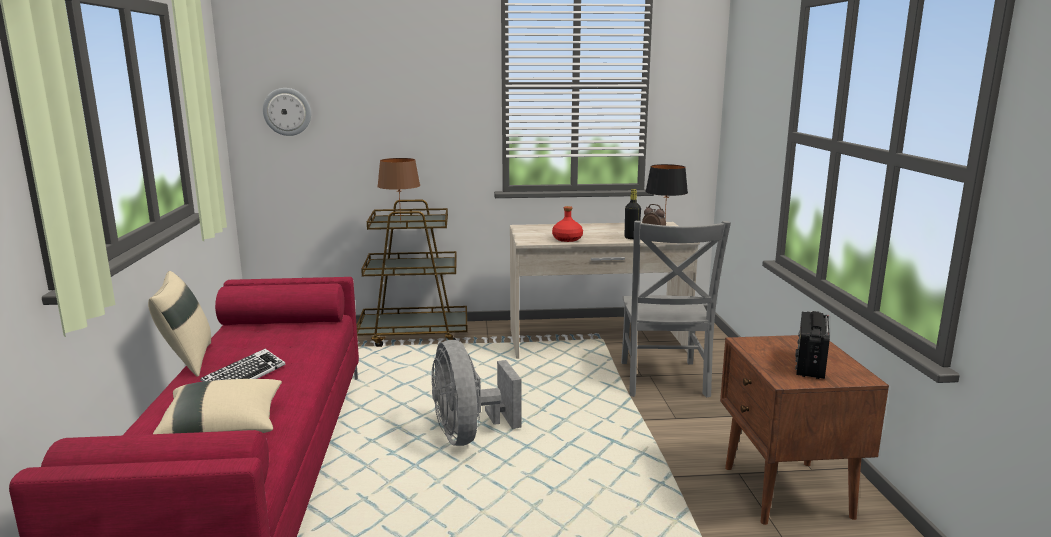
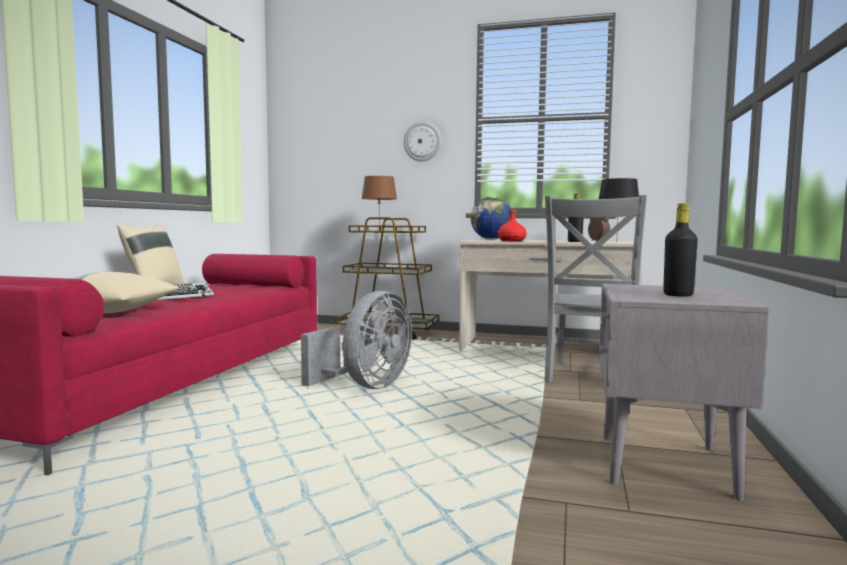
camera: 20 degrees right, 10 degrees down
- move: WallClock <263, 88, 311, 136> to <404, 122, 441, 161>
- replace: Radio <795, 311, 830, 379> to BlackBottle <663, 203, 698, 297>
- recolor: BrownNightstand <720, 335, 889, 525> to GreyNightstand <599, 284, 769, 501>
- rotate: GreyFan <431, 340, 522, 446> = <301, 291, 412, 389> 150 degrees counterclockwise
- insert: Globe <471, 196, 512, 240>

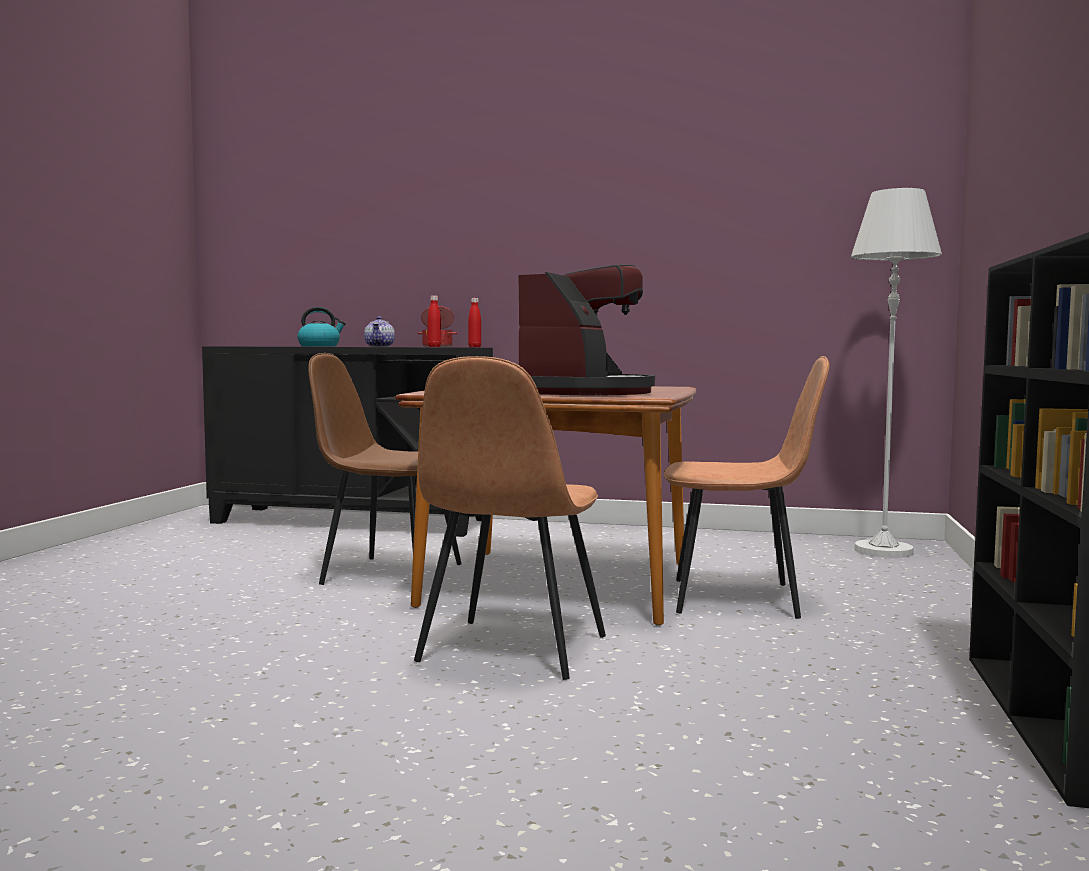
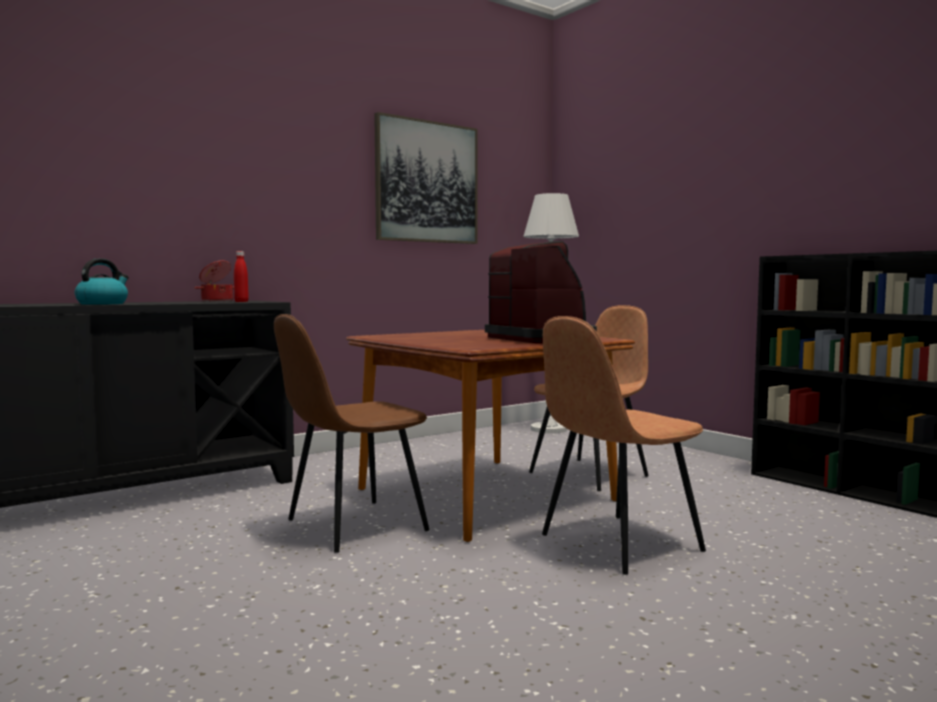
camera: 50 degrees left, 0 degrees up
- delete: RedBottle <468, 298, 481, 347>
- delete: Teapot <364, 316, 395, 347>
- rotate: BrownChair <414, 356, 606, 680> = <542, 316, 706, 575> 90 degrees clockwise
- insert: Picture <374, 112, 478, 244>

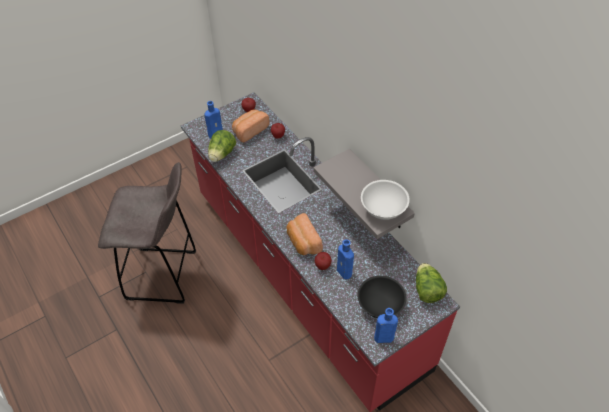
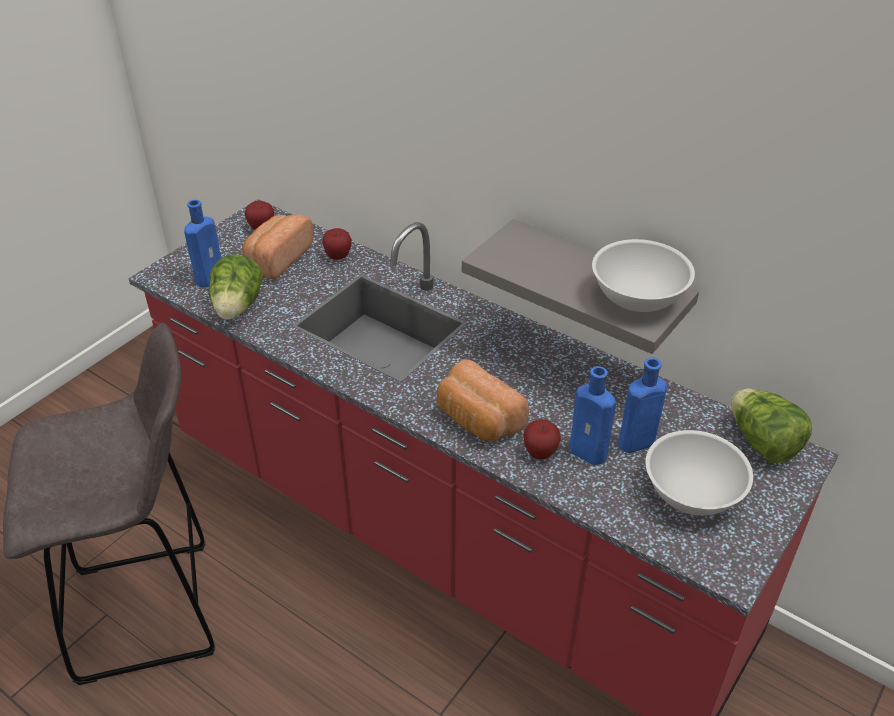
camera: 20 degrees left, 10 degrees down
- recolor: BlackBowl <357, 276, 407, 318> to WhiteBowl <646, 430, 753, 516>
- move: BlueBottle <374, 308, 398, 343> to <618, 357, 667, 453>

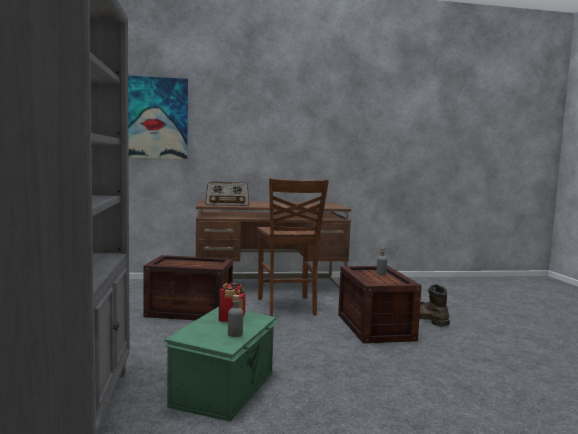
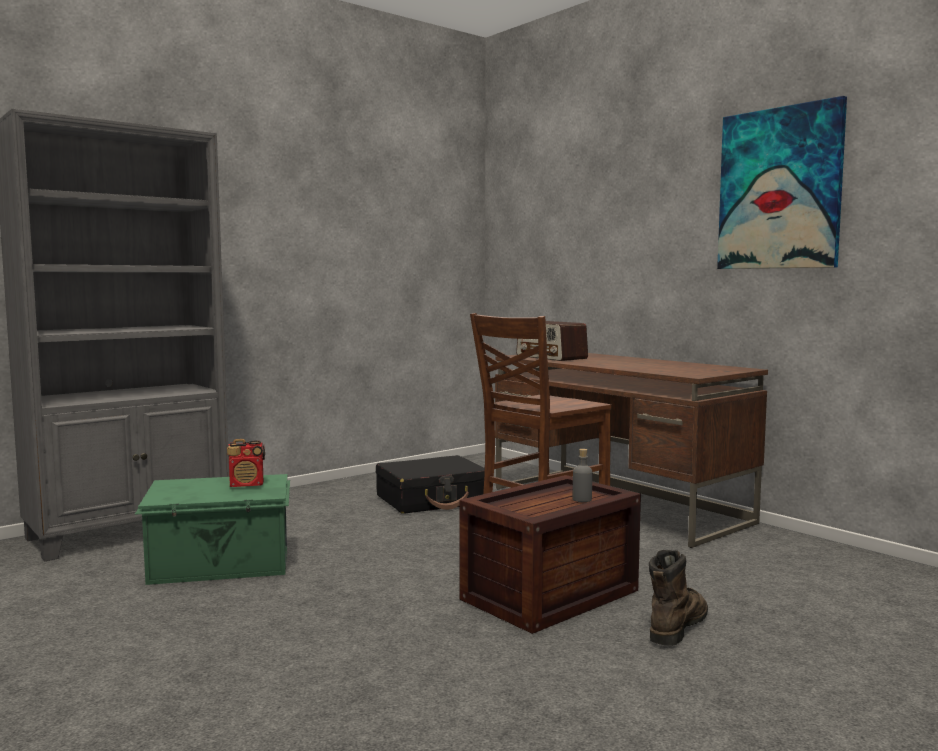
camera: 60 degrees right, 0 degrees up
- move: Picture <128, 75, 188, 160> to <717, 96, 847, 269>
- replace: Crate <143, 255, 233, 320> to BlackSuitcase <376, 455, 485, 514>
- delete: GreyBottle <228, 295, 243, 337>

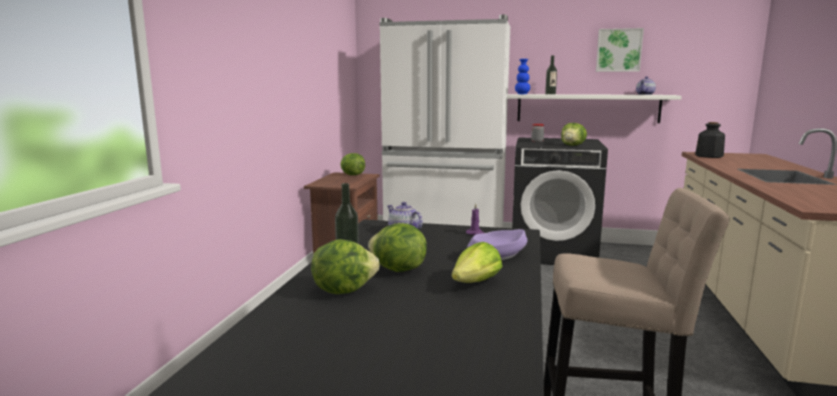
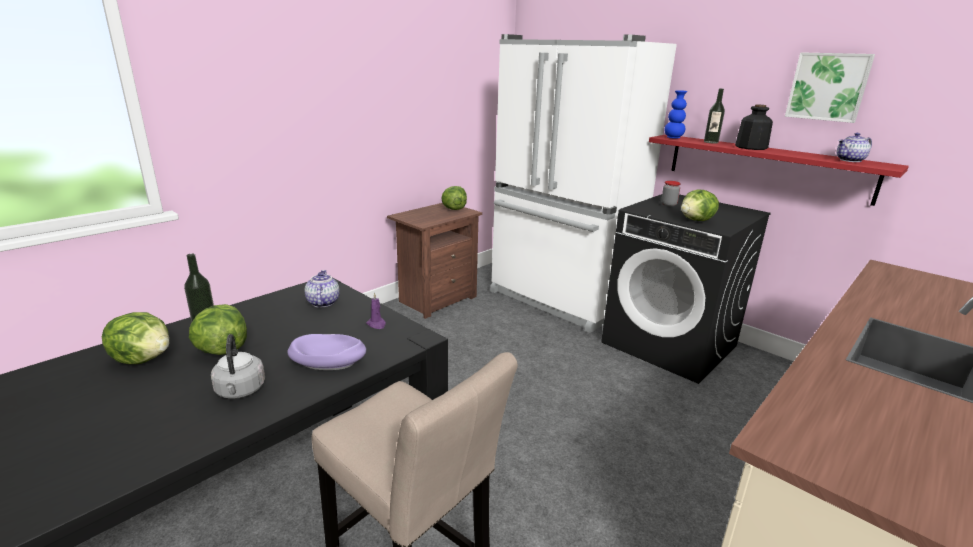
camera: 30 degrees right, 10 degrees up
- recolor: WhiteShelf <507, 94, 682, 123> to RedShelf <649, 134, 909, 206>
- move: Bottle <695, 122, 725, 158> to <735, 104, 773, 150>
- replace: Lettuce <452, 242, 503, 283> to GreyKettle <211, 334, 265, 399>

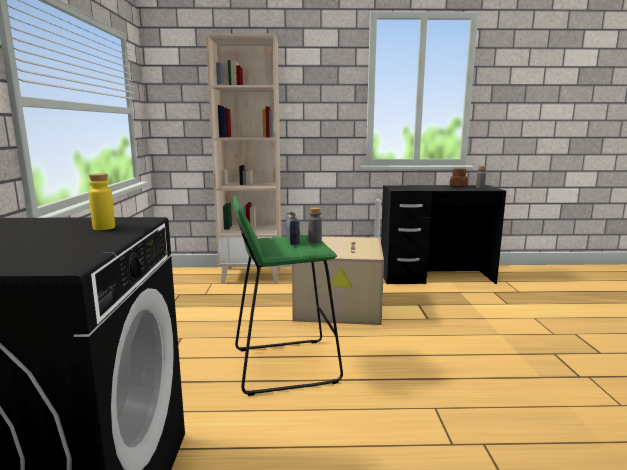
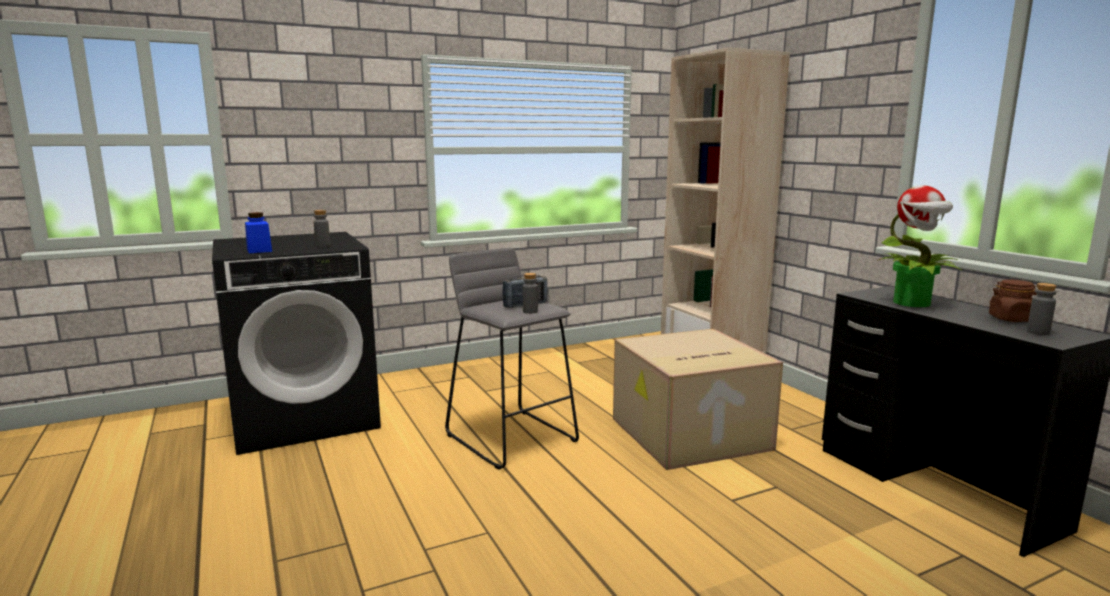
camera: 65 degrees right, 0 degrees up
- recolor: YellowBottle <88, 173, 115, 230> to GreyBottle <314, 210, 330, 247>
- recolor: GreenStool <233, 196, 343, 396> to GreyStool <445, 248, 579, 470>
- insert: PottedPlant <877, 185, 962, 307>
- insert: BlueJar <245, 212, 272, 253>

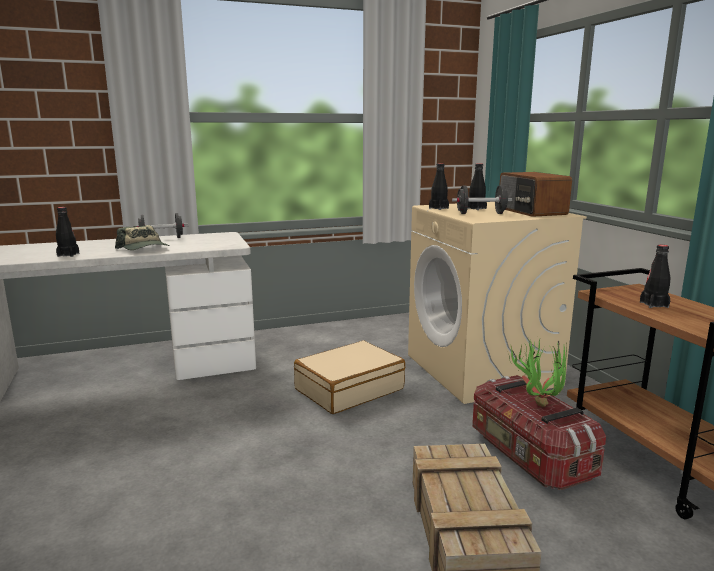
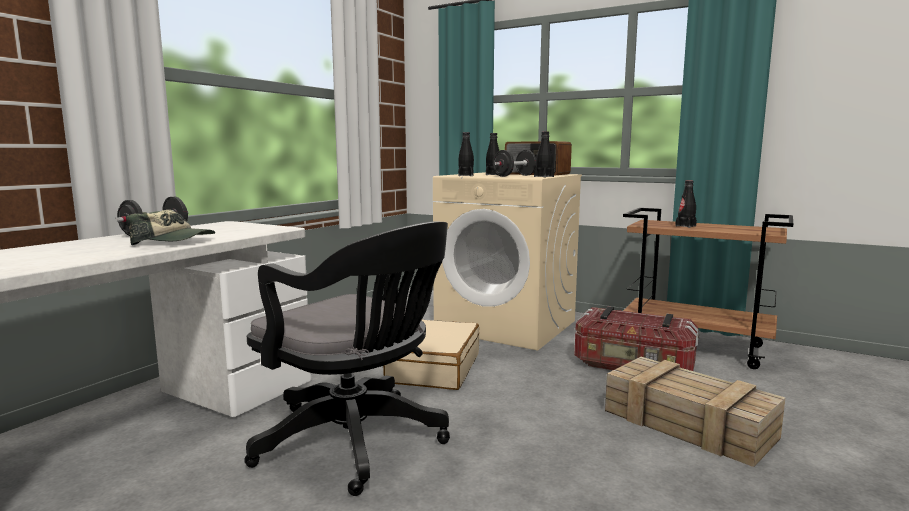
camera: 40 degrees left, 5 degrees down
- move: BlackBottle <56, 207, 79, 257> to <534, 131, 554, 177>
- delete: PottedPlant <509, 338, 567, 407>
- insert: BlackOfficeChair <244, 221, 450, 496>

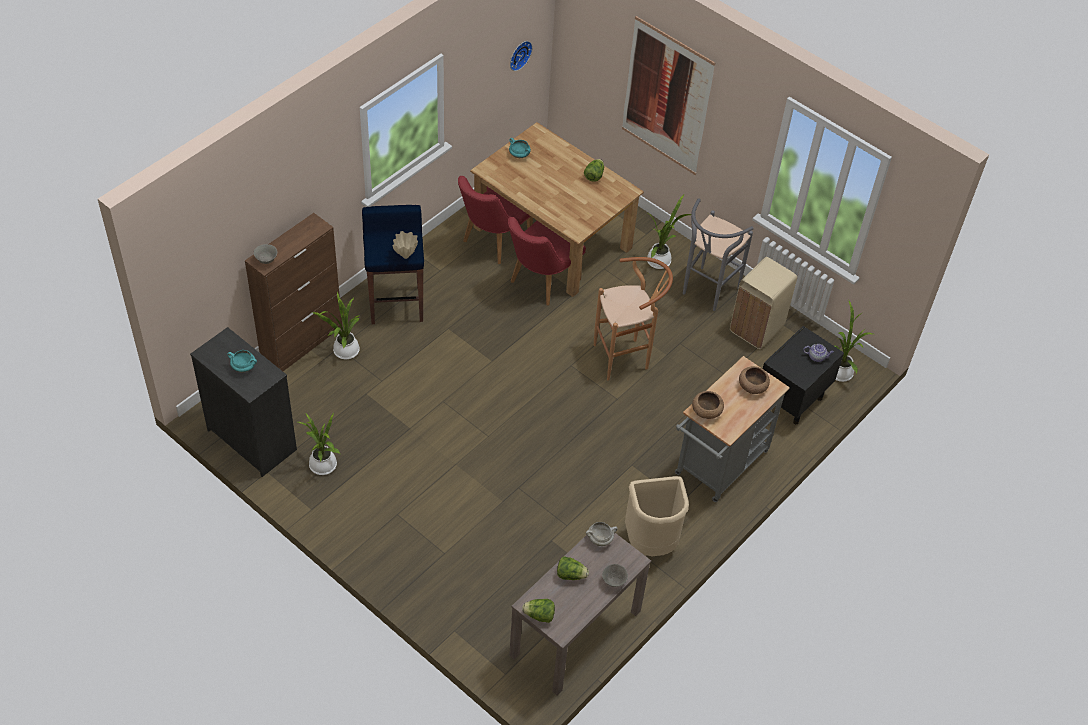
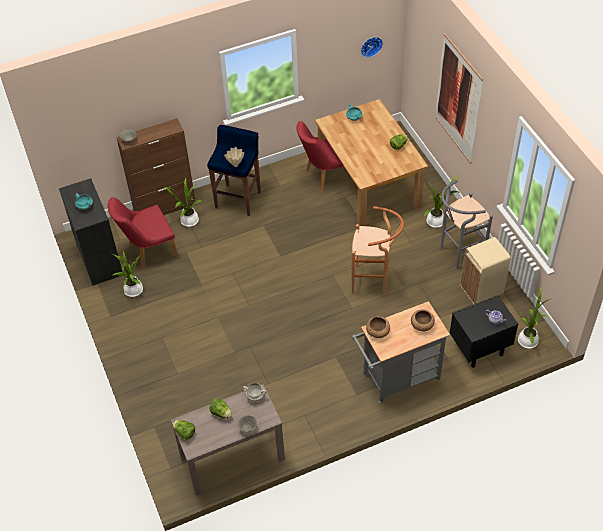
camera: 30 degrees right, 0 degrees up
- move: RedChair <508, 217, 586, 306> to <107, 197, 178, 270>
- delete: BeigeTrashCan <625, 476, 689, 556>

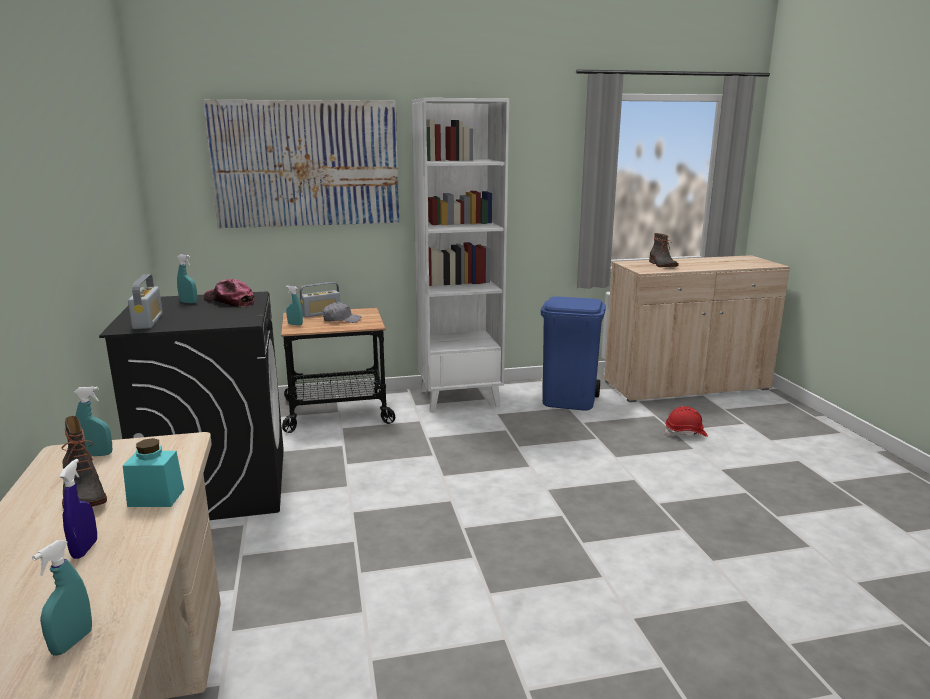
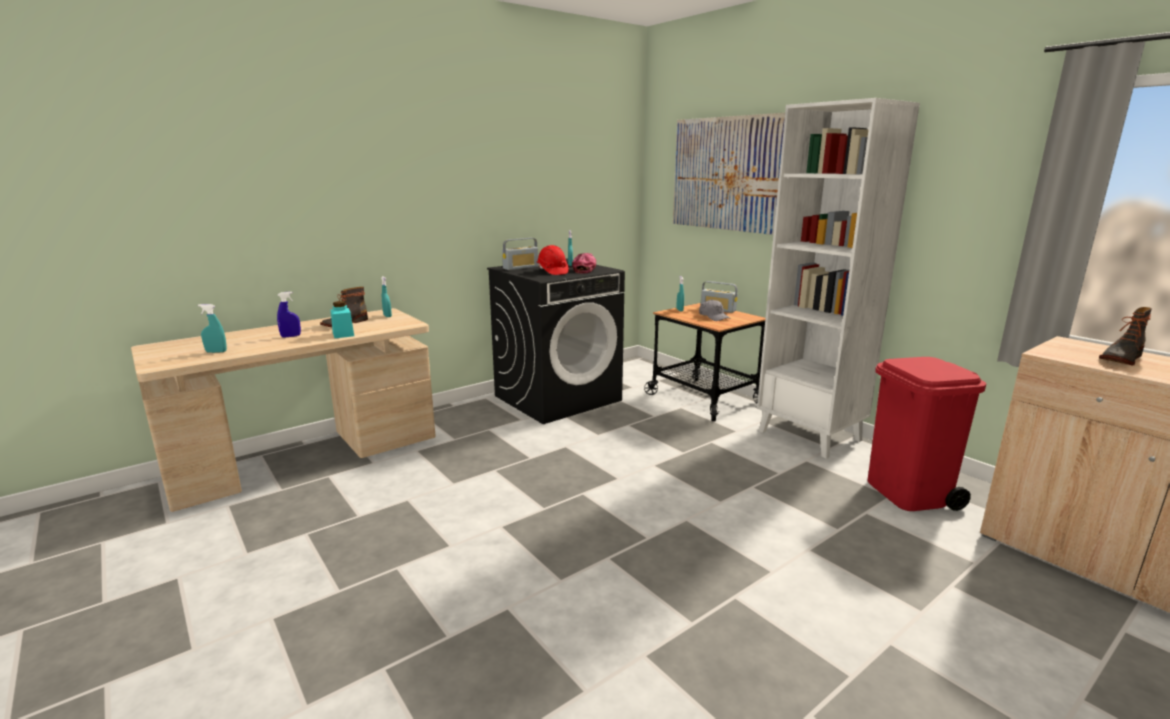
camera: 65 degrees right, 0 degrees up
- recolor: BlueTrashCan <541, 297, 606, 410> to RedTrashCan <868, 357, 986, 511>
- move: RedHardHat <665, 406, 708, 437> to <537, 245, 569, 275>

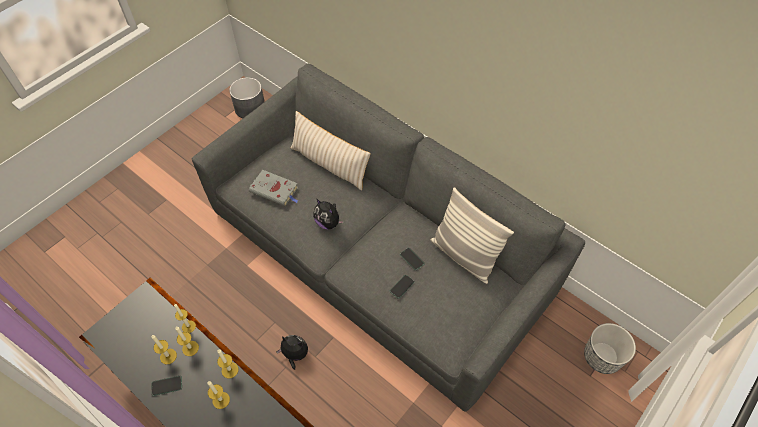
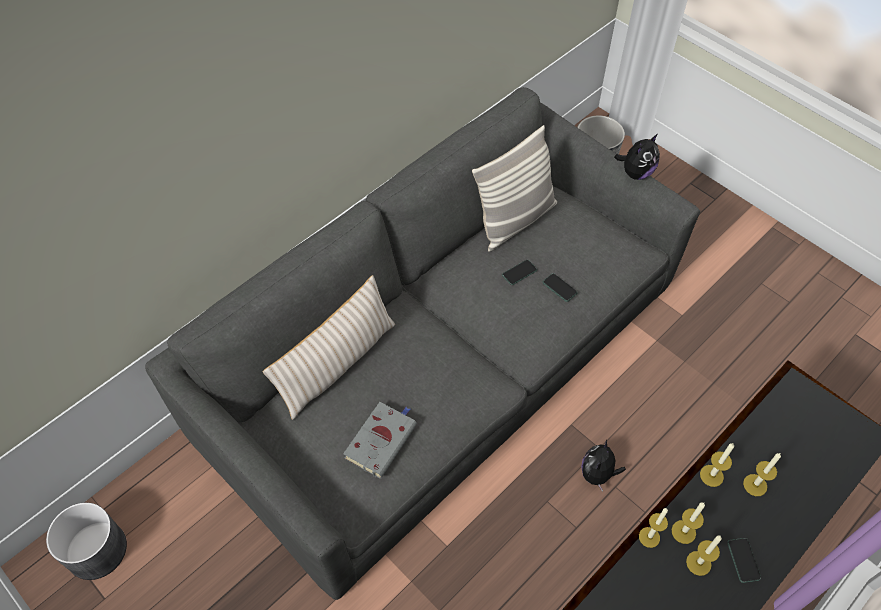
camera: 85 degrees left, 0 degrees up
- move: PlushToy <313, 199, 344, 230> to <614, 134, 660, 180>

